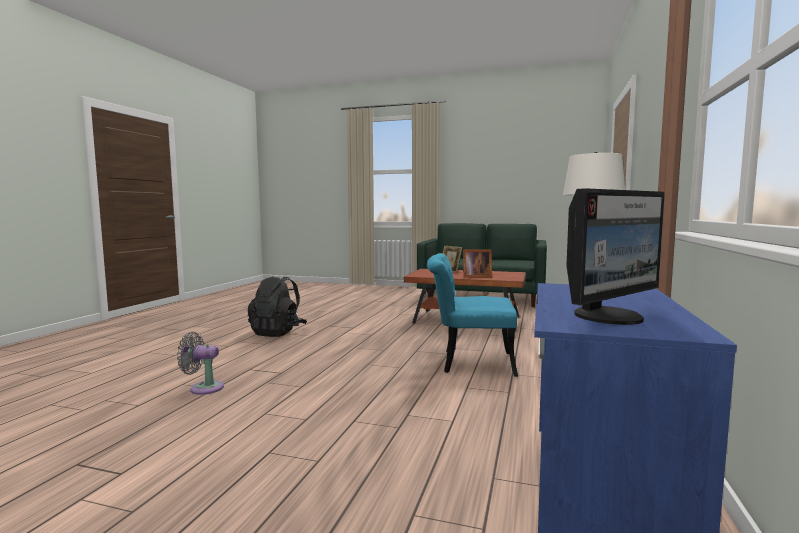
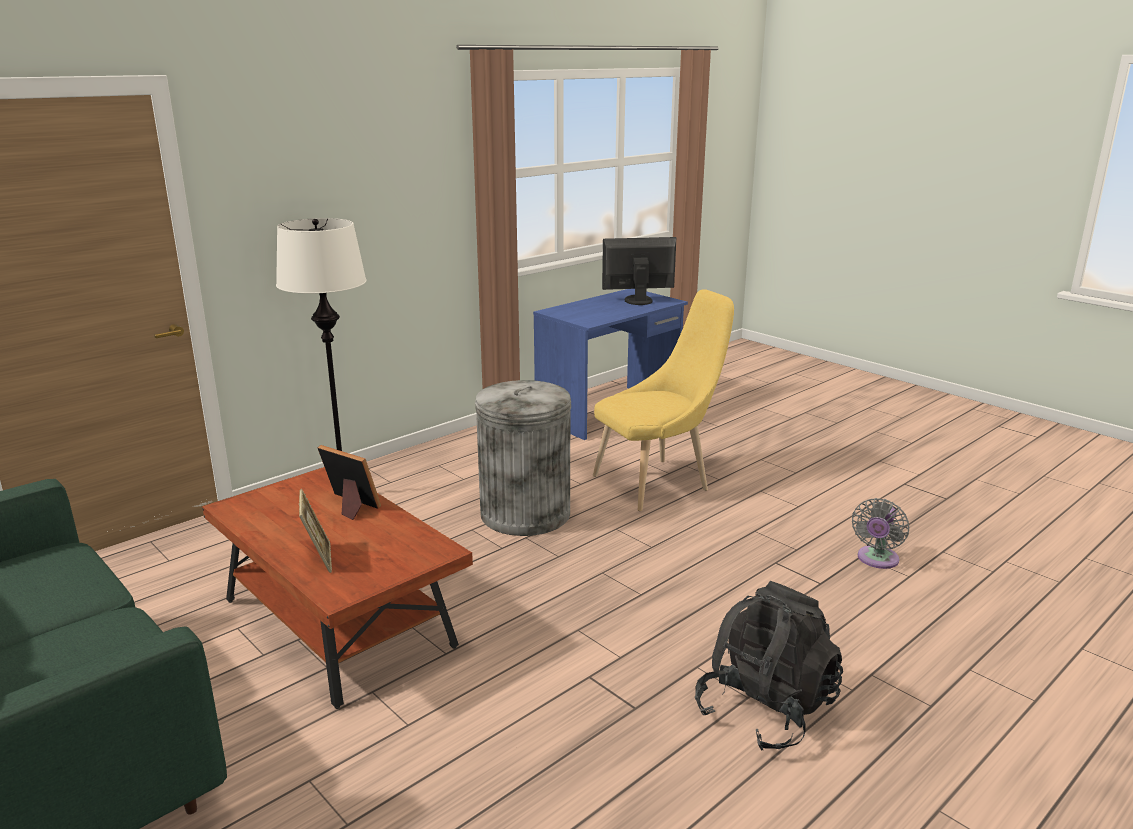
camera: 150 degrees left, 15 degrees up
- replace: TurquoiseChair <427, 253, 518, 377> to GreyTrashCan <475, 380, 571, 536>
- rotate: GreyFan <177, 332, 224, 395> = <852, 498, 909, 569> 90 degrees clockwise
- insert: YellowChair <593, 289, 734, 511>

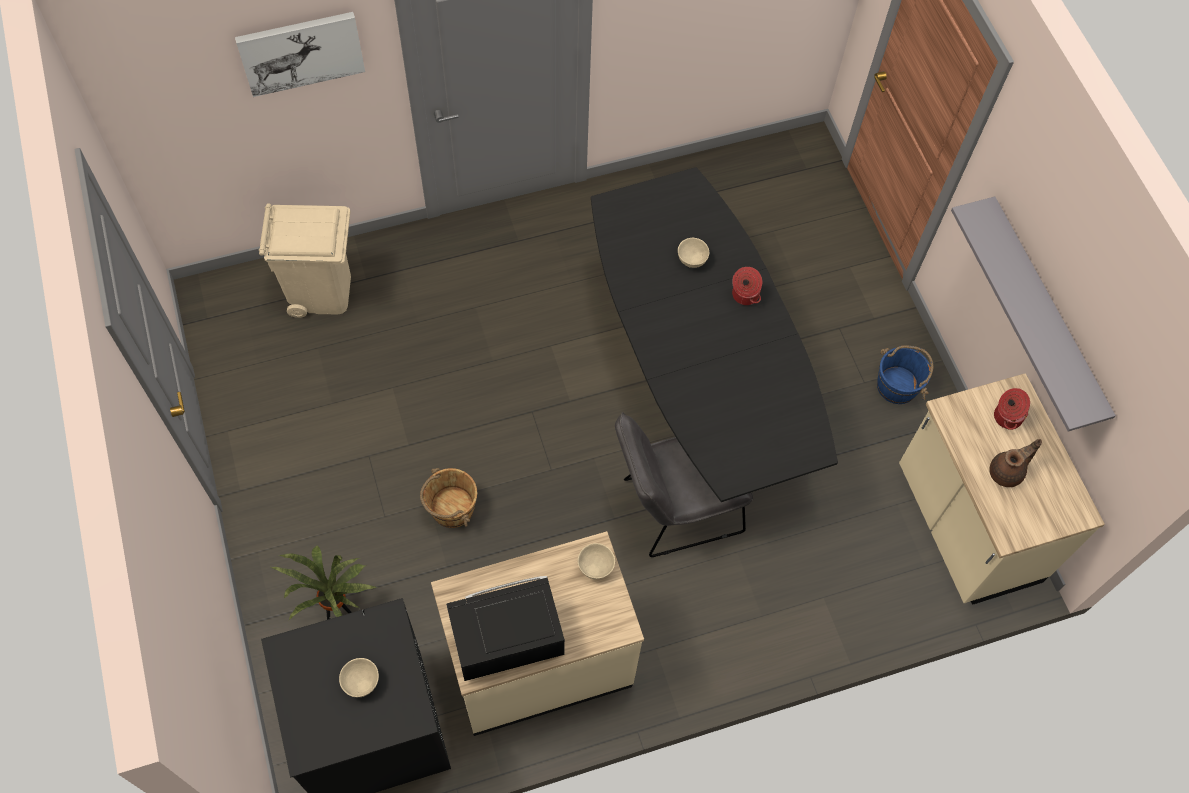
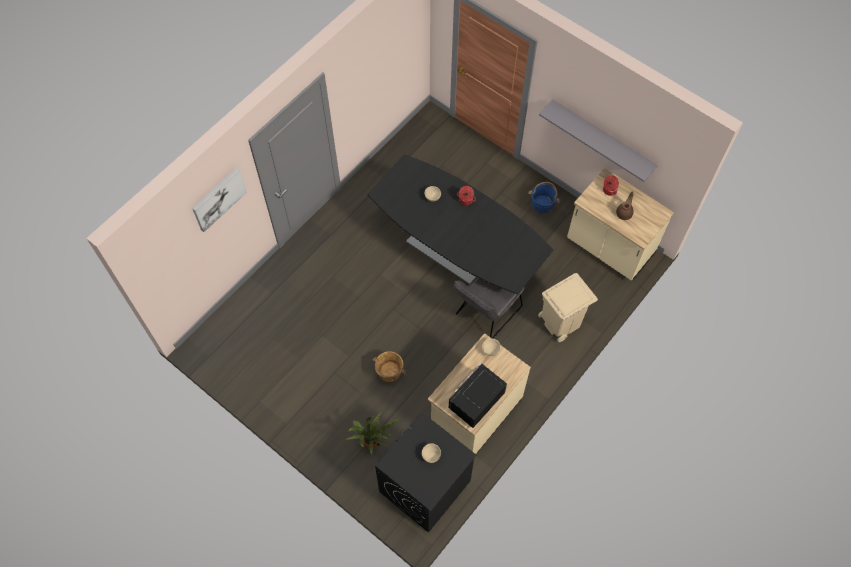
camera: 30 degrees left, 0 degrees up
- move: BeigeTrashCan <259, 203, 351, 318> to <538, 273, 598, 342>

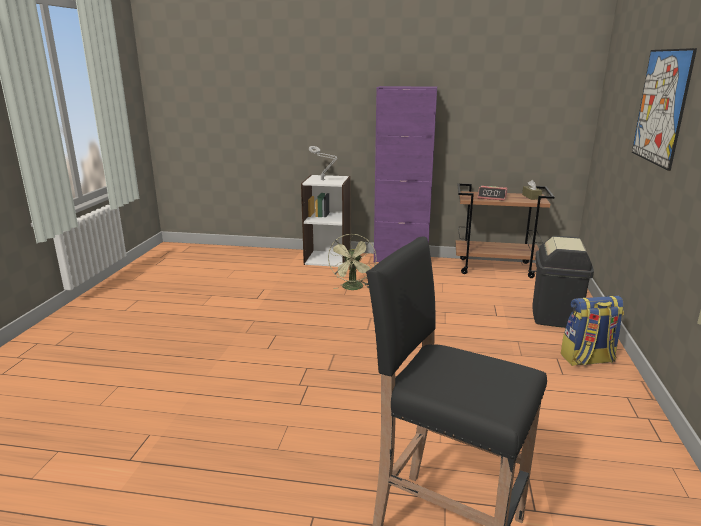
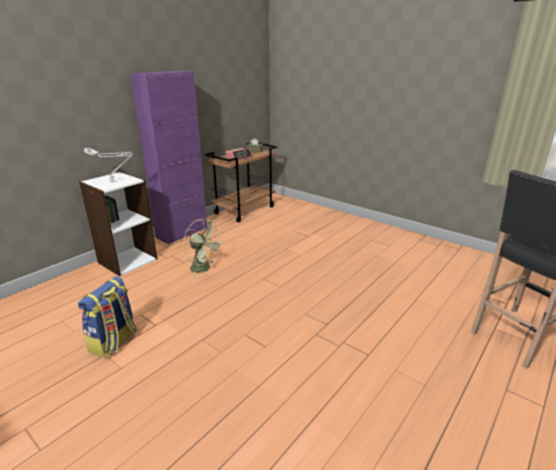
camera: 60 degrees left, 5 degrees up
- delete: Picture <632, 48, 697, 171>
- delete: BlackTrashCan <532, 236, 594, 328>
- move: Backpack <561, 296, 624, 366> to <78, 276, 137, 358>

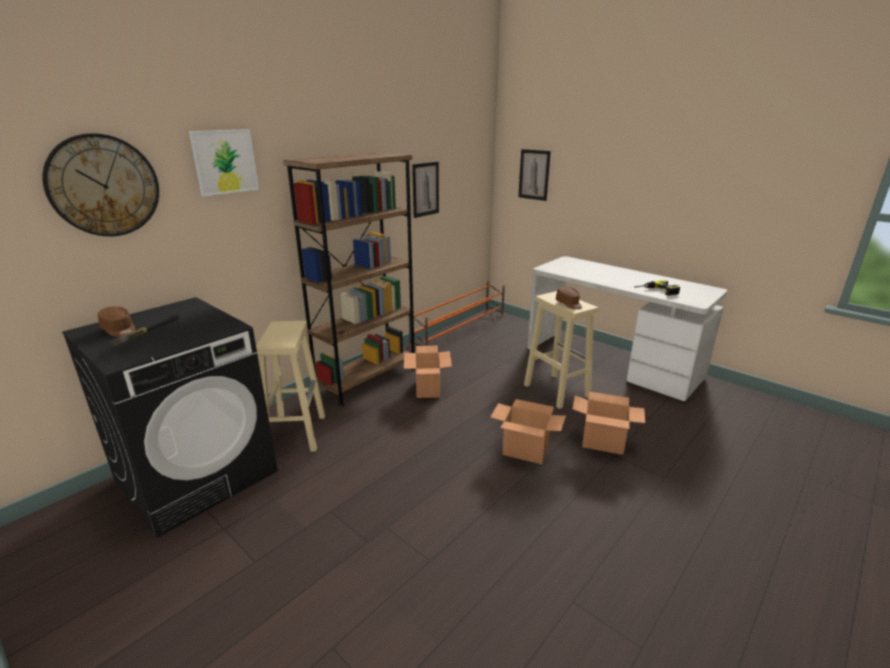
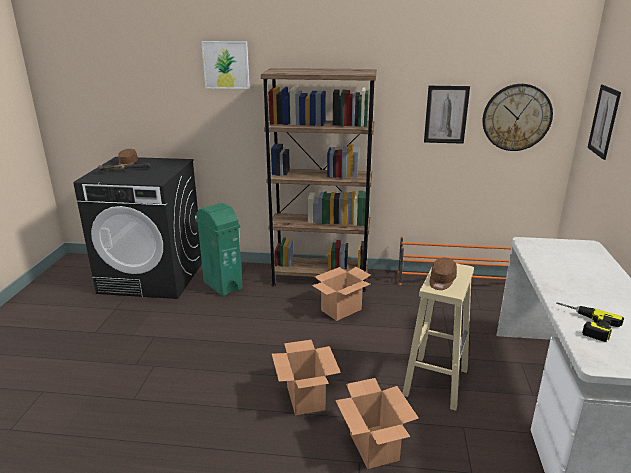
camera: 55 degrees right, 0 degrees up
- move: WallClock <42, 133, 159, 236> to <483, 84, 553, 151>
- replace: BeigeStool <256, 321, 325, 452> to GreenTrashCan <195, 203, 243, 296>

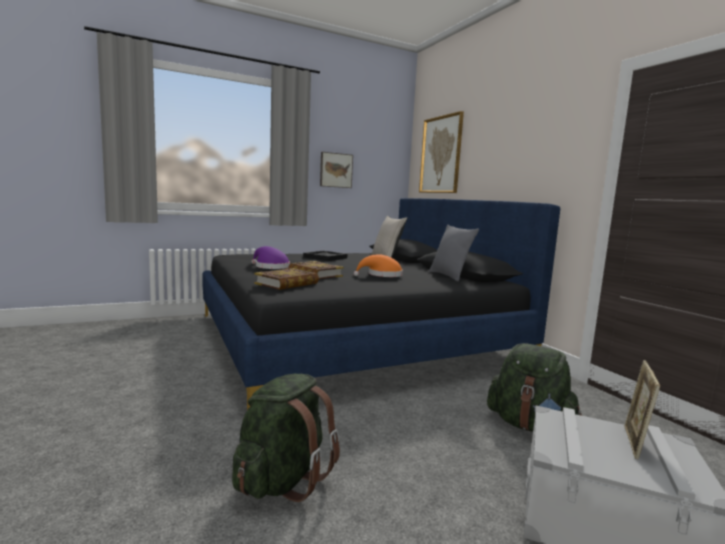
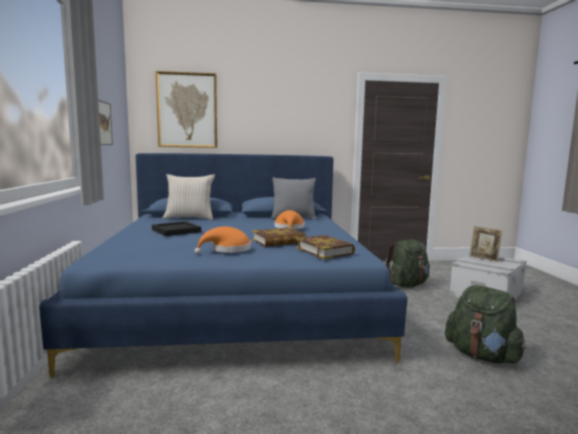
camera: 70 degrees left, 0 degrees up
- recolor: BlackBed <202, 198, 560, 410> to BlueBed <39, 153, 407, 377>
- recolor: PurpleHat <251, 246, 290, 269> to OrangeHat <194, 226, 251, 254>

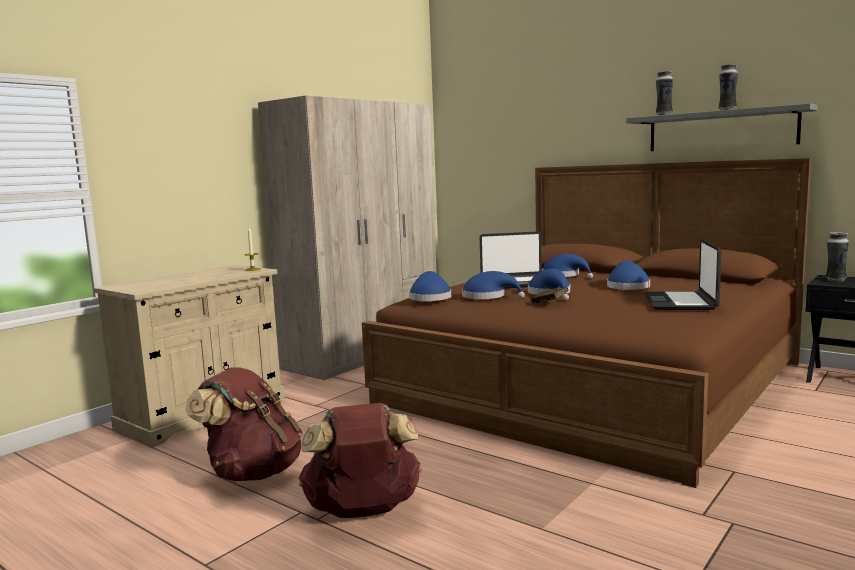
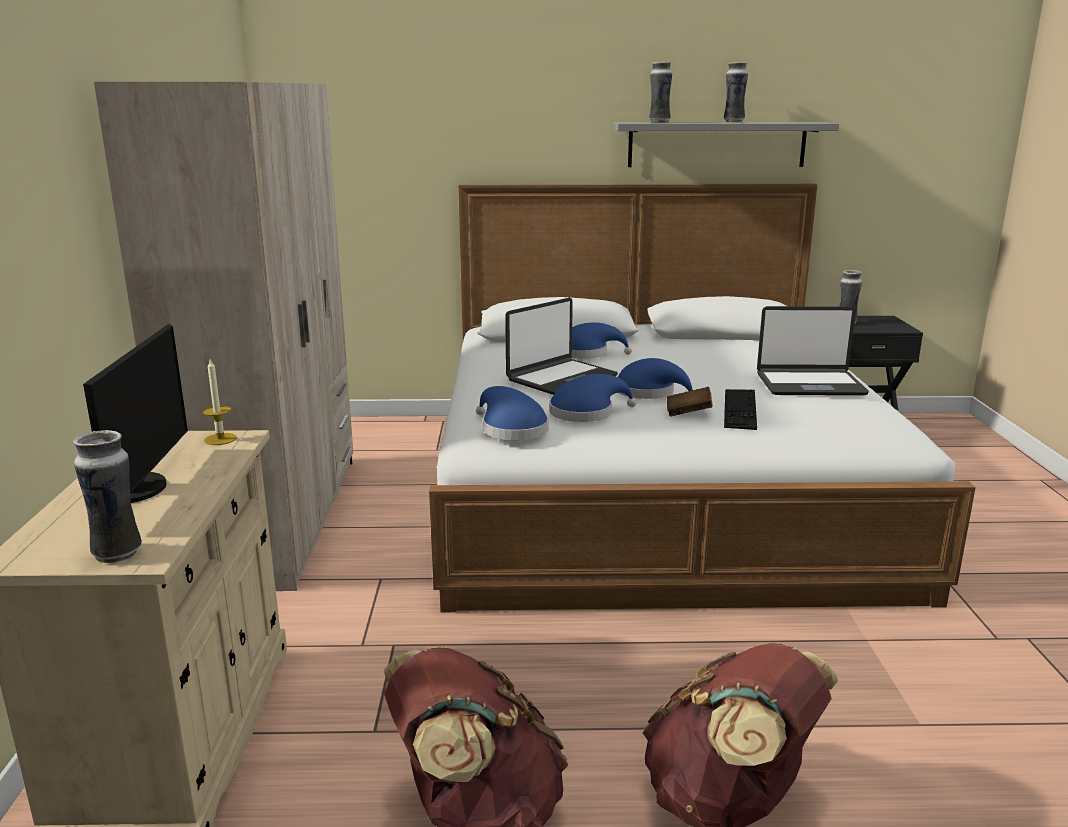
camera: 40 degrees left, 10 degrees up
- recolor: BrownBed <362, 158, 811, 488> to WhiteBed <429, 184, 976, 612>
- rotate: Laptop <644, 239, 722, 310> = <757, 306, 869, 396> 60 degrees counterclockwise
- delete: BlueHat <607, 261, 650, 290>
- insert: Monitor <83, 324, 188, 503>
- insert: Keyboard <724, 389, 757, 430>
- insert: Vase <73, 430, 142, 563>

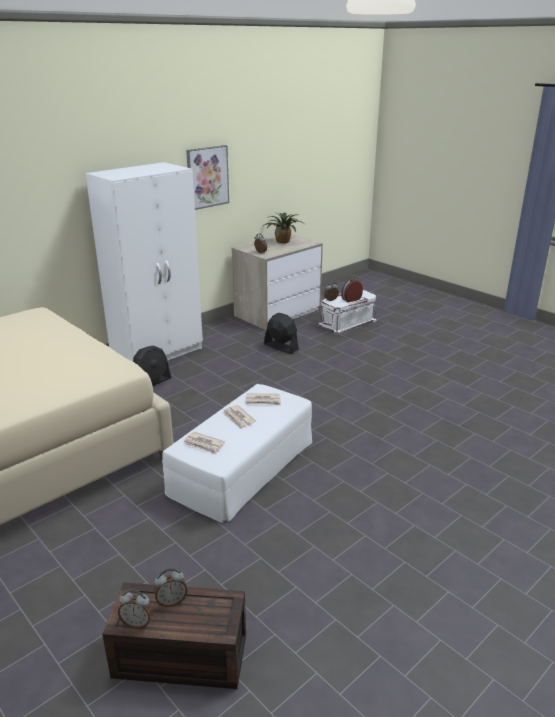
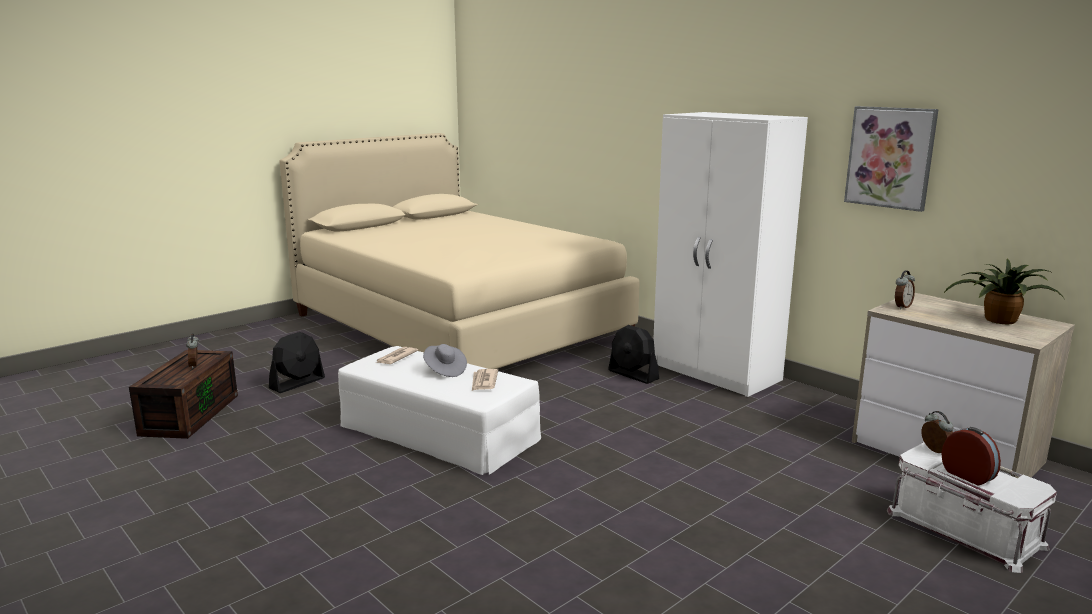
camera: 90 degrees right, 10 degrees down
- move: BlackFan <264, 313, 299, 354> to <269, 332, 325, 393>
- replace: Newspaper <222, 405, 256, 429> to GreyHat <423, 344, 467, 377>
- delete: AlarmClock <118, 589, 153, 629>

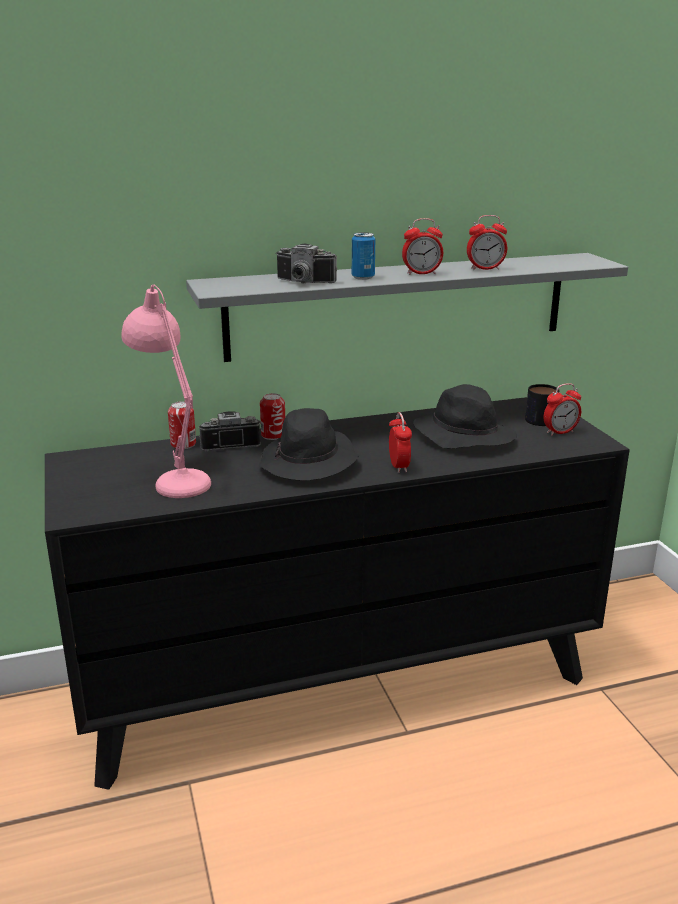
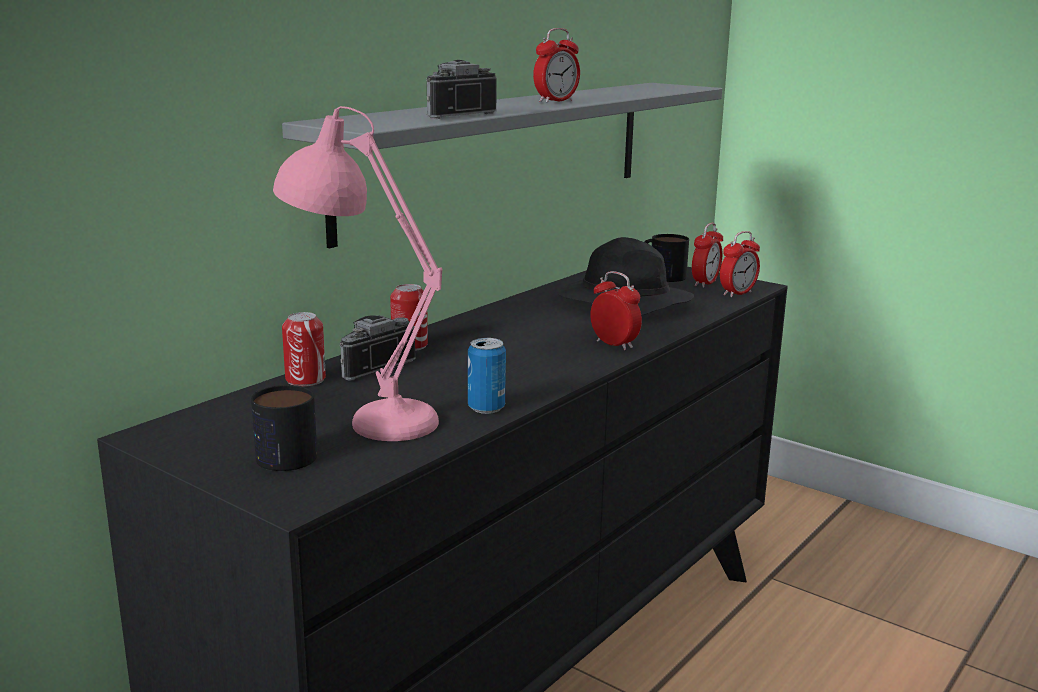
camera: 35 degrees left, 5 degrees down
- move: AlarmClock <467, 215, 507, 270> to <720, 231, 760, 298>
- move: Can <352, 232, 375, 280> to <468, 338, 506, 414>
- rotate: PhotoCamera <276, 244, 337, 284> = <426, 60, 497, 119> 150 degrees clockwise
- delete: BlackHat <259, 408, 359, 481>
- insert: Mug <251, 385, 317, 471>

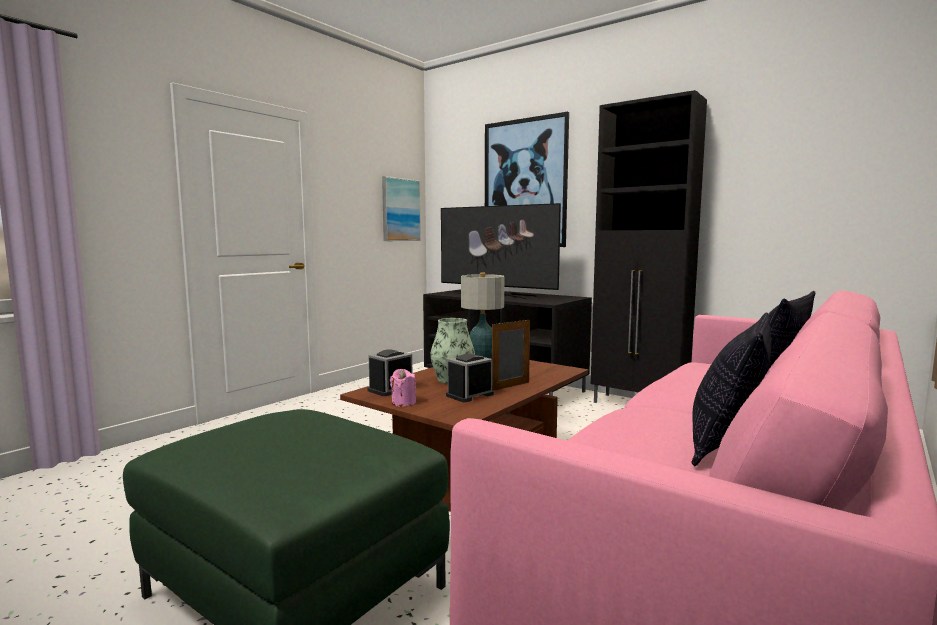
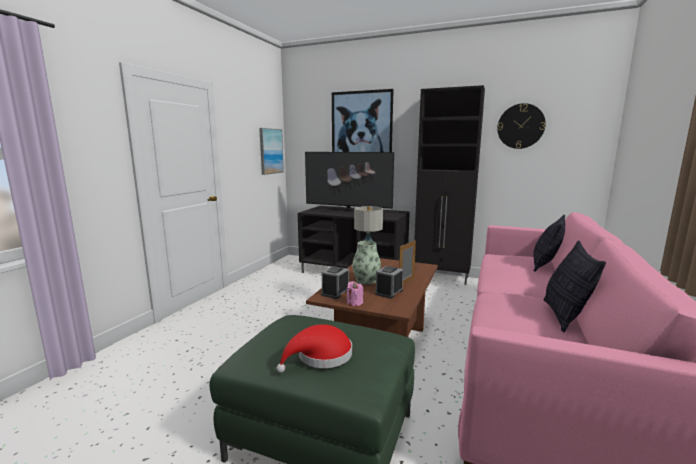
camera: 15 degrees left, 5 degrees up
- insert: WallClock <497, 103, 546, 149>
- insert: RedHat <276, 324, 352, 373>

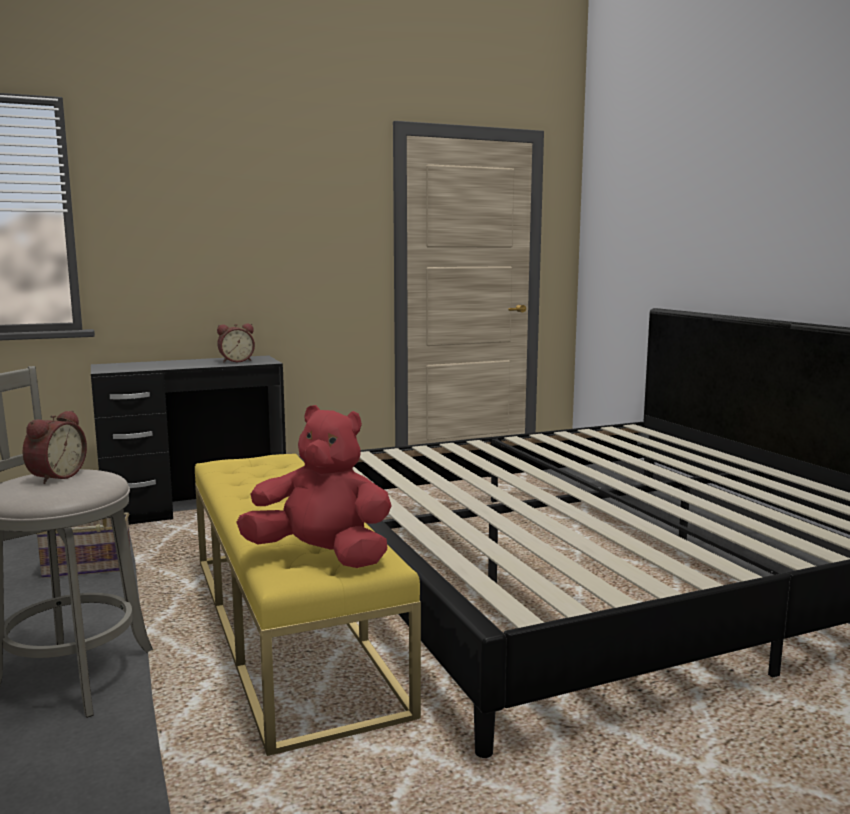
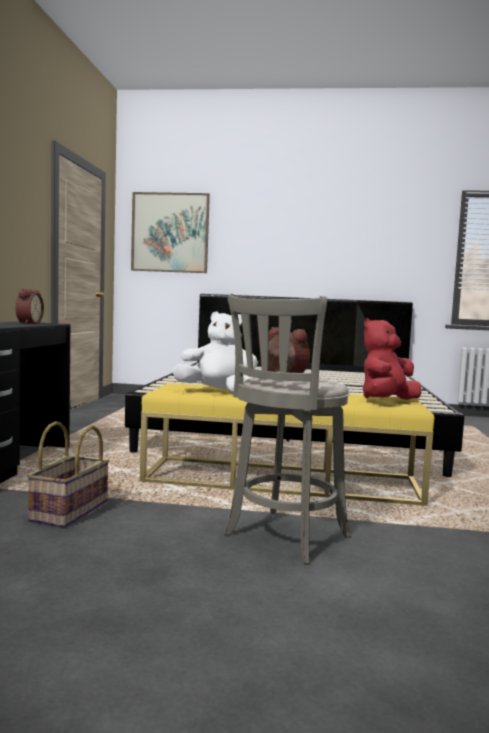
camera: 60 degrees left, 5 degrees down
- insert: Picture <131, 192, 210, 273>
- insert: WhitePlushToy <172, 311, 258, 393>

